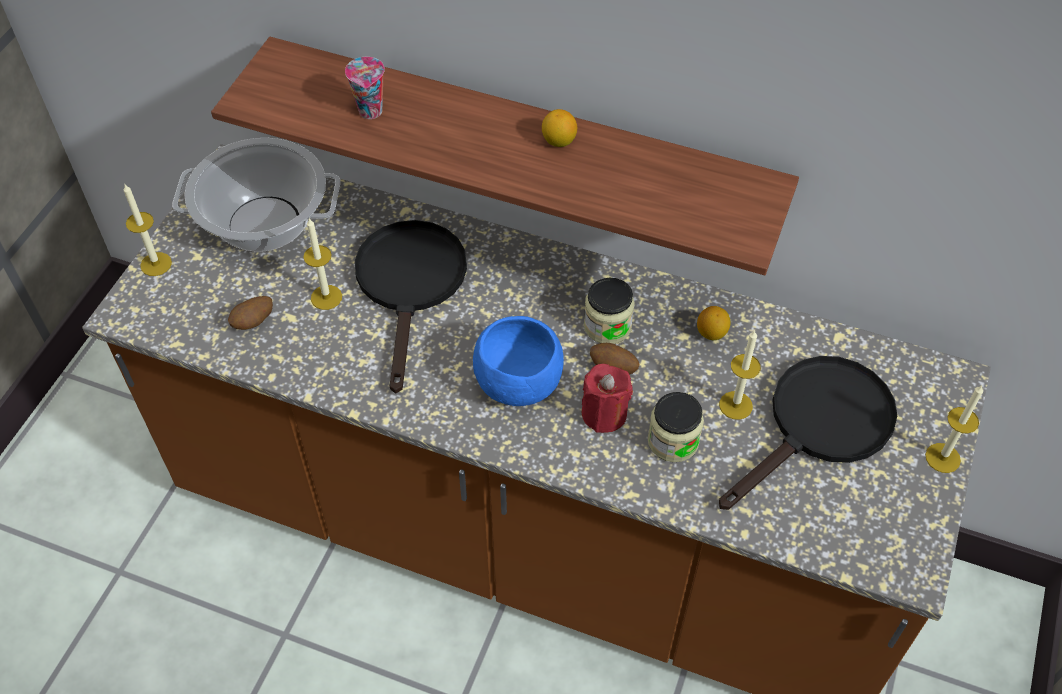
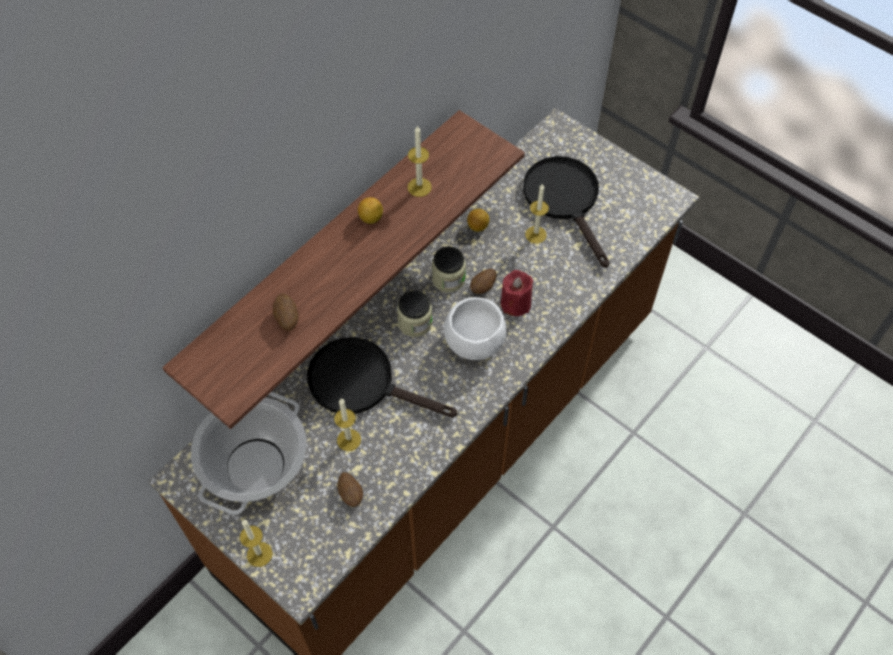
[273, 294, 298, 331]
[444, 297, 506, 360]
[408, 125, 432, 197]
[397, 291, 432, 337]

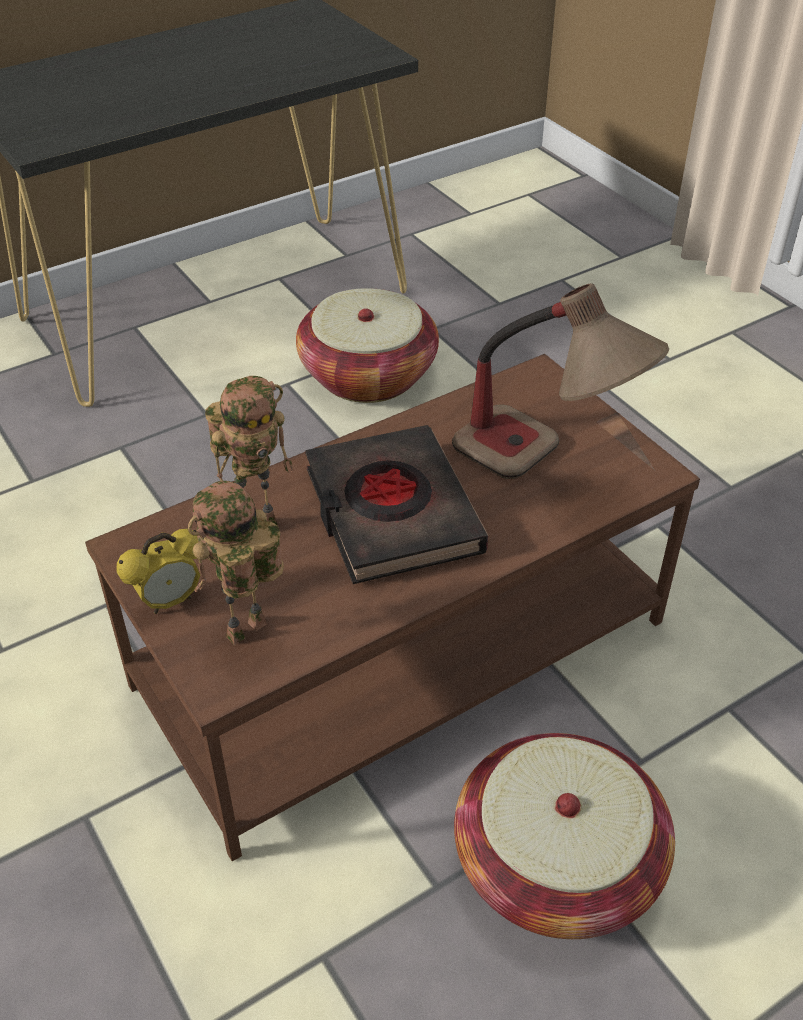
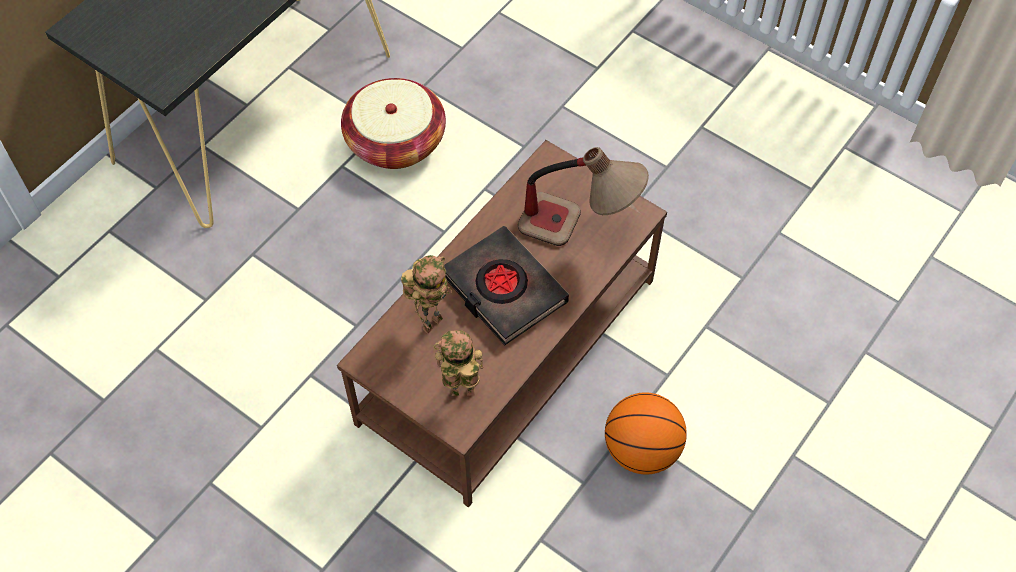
[433, 330, 483, 396]
[116, 529, 200, 614] (first image)
[605, 393, 687, 474]

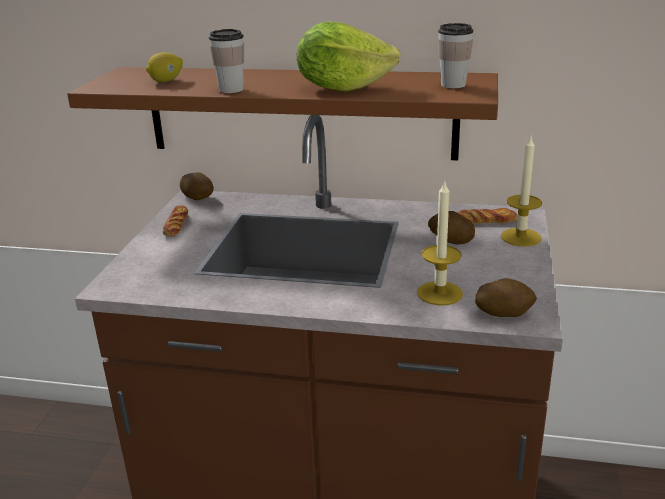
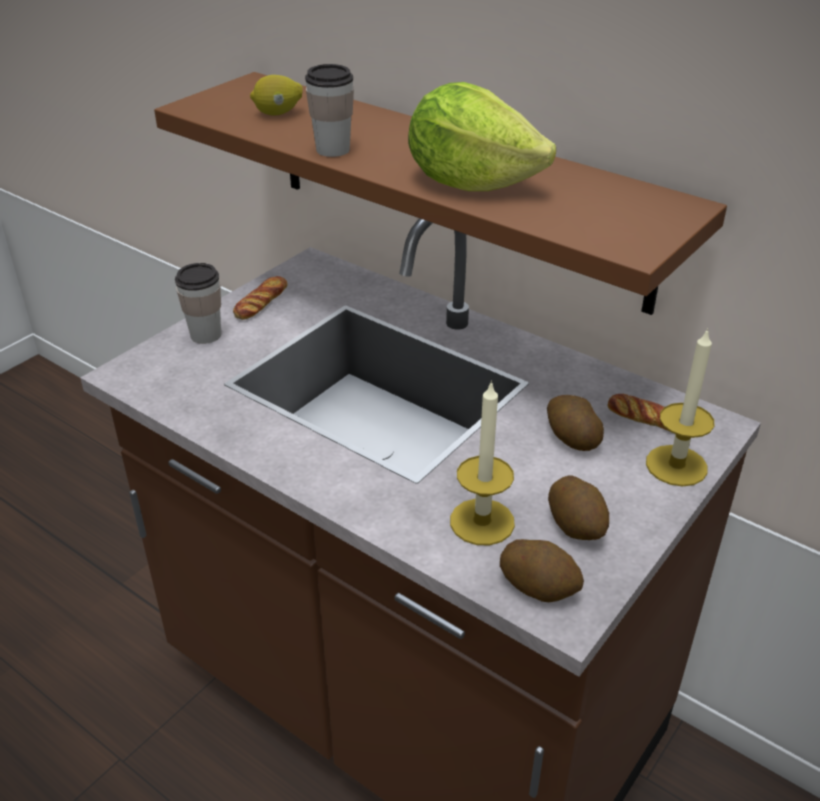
[175, 263, 221, 344]
[548, 476, 609, 540]

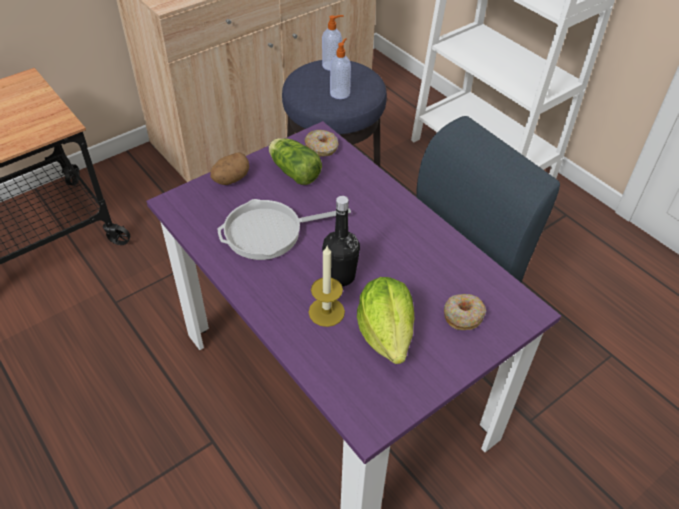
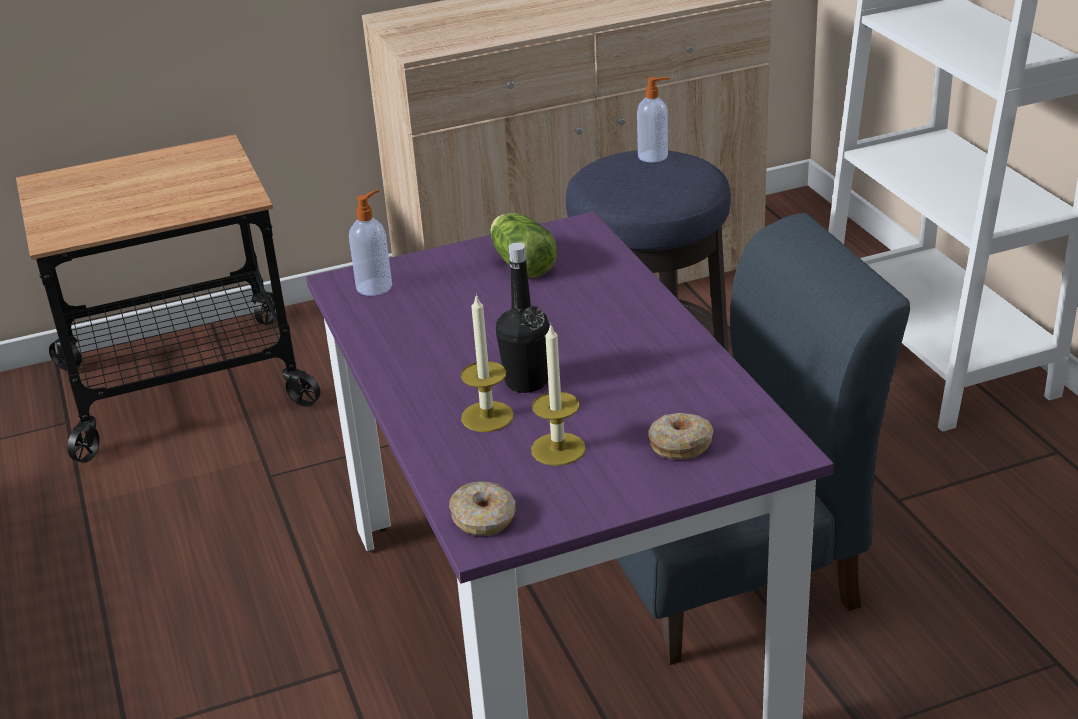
[349, 190, 392, 296]
[449, 481, 516, 536]
[210, 152, 249, 185] (first image)
[217, 199, 351, 260] (first image)
[531, 323, 586, 466]

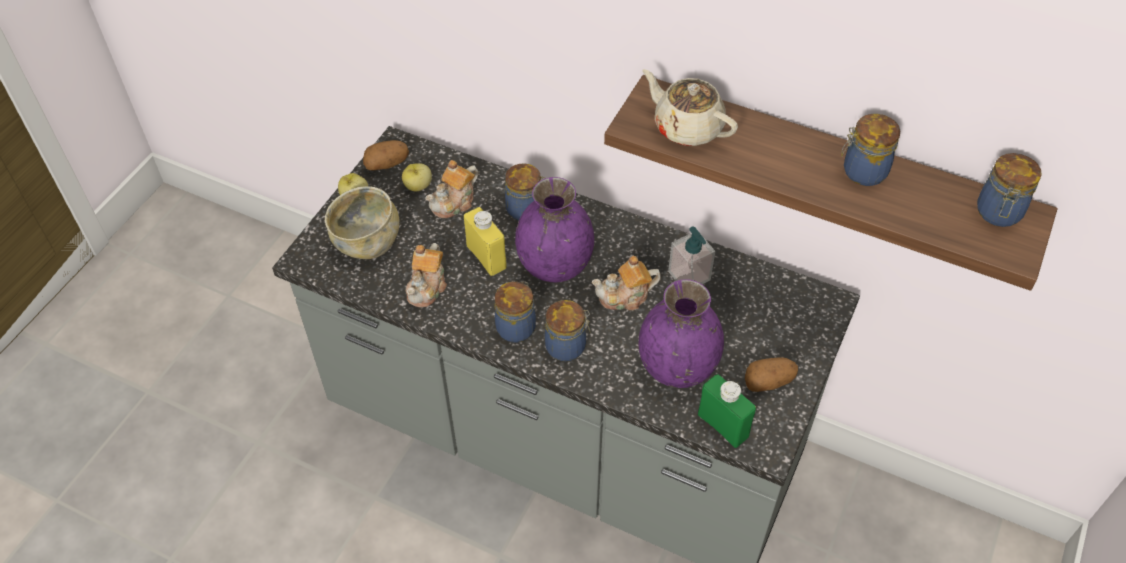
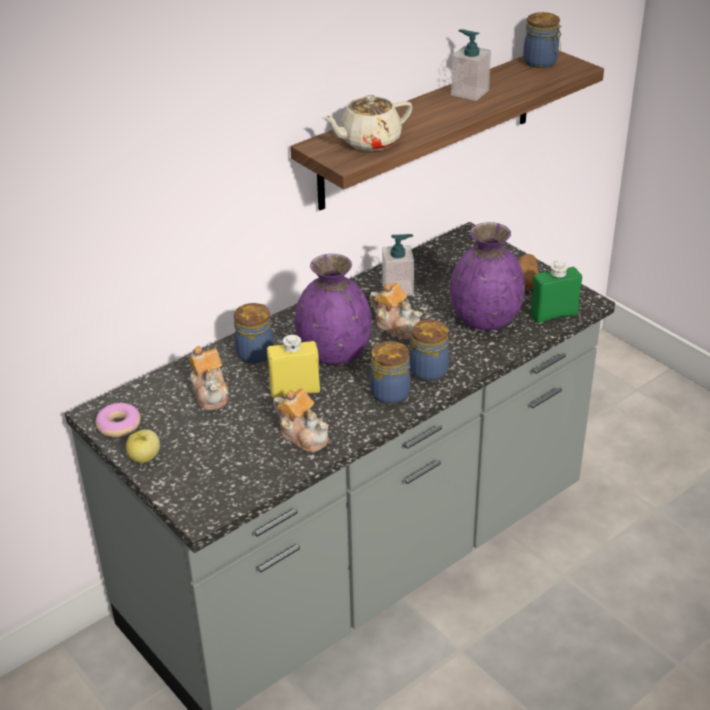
[451, 29, 491, 101]
[96, 403, 141, 437]
[402, 163, 432, 191] (first image)
[325, 186, 399, 259] (first image)
[369, 283, 422, 339]

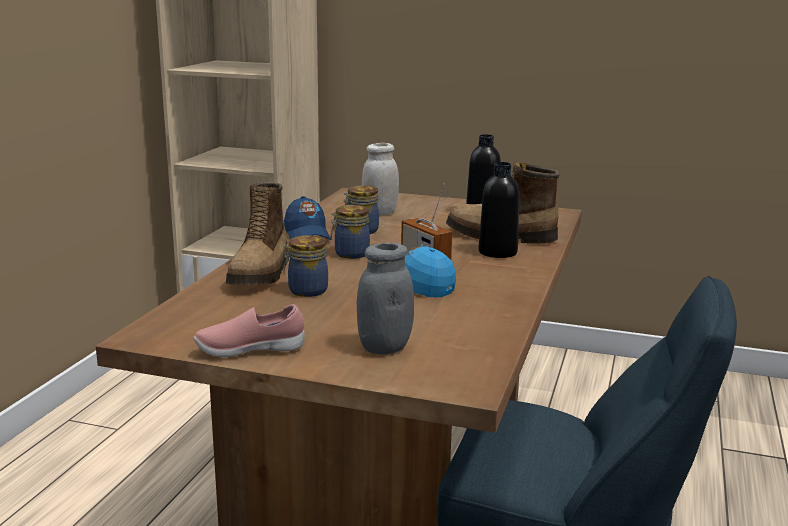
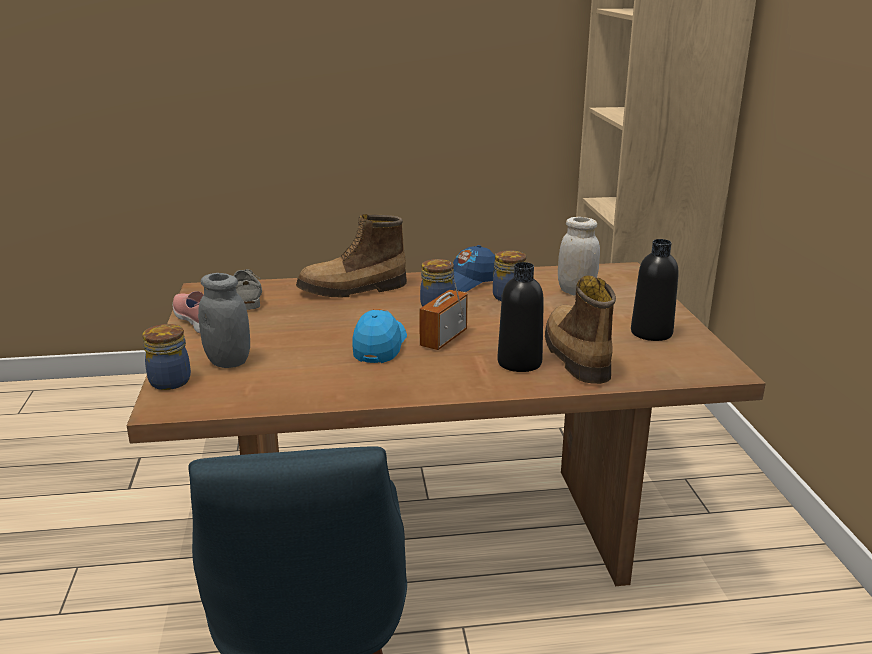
[142, 324, 191, 390]
[233, 269, 262, 310]

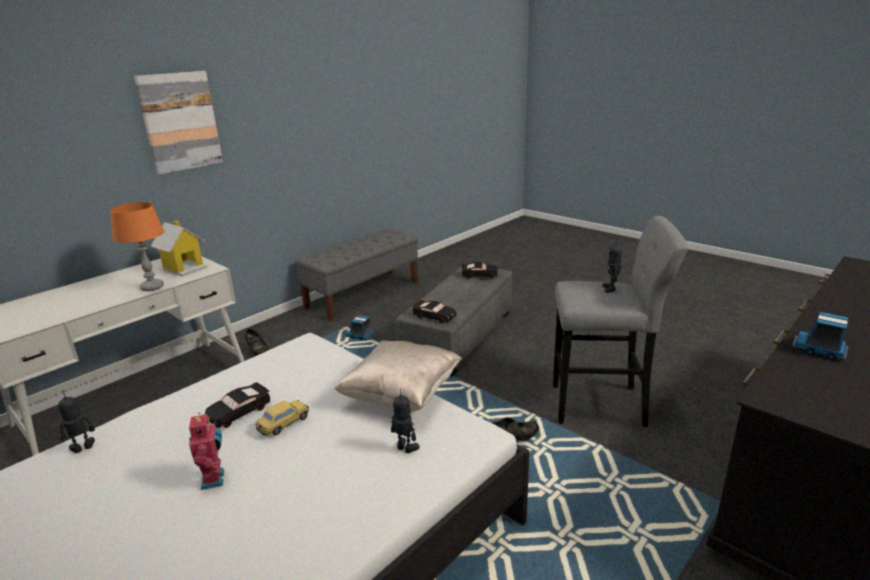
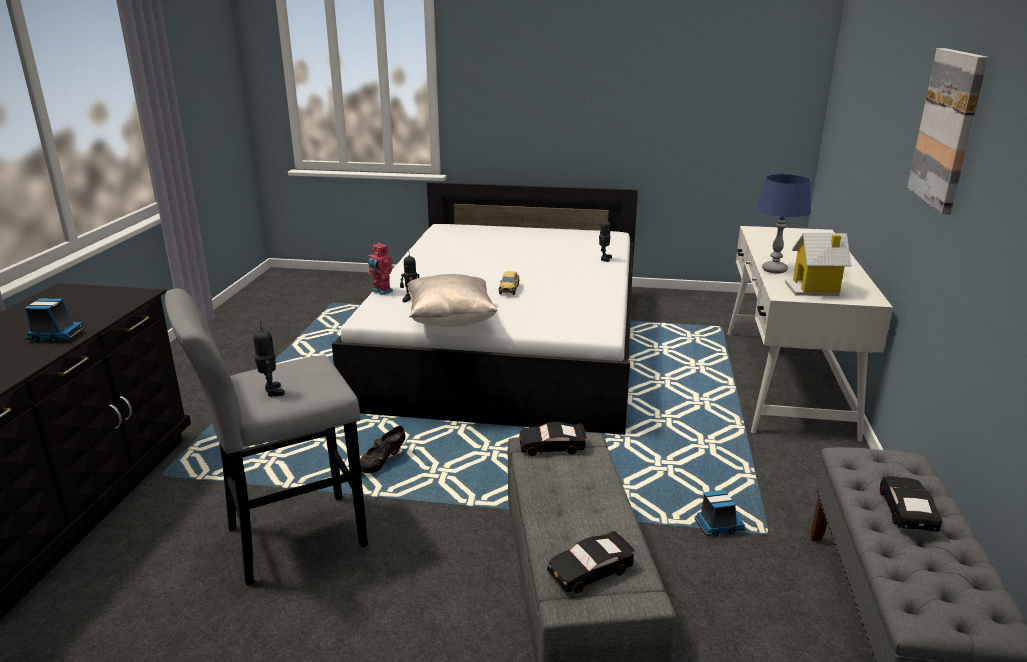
[756, 174, 811, 274]
[245, 328, 270, 356] (first image)
[880, 476, 943, 532]
[368, 242, 393, 295]

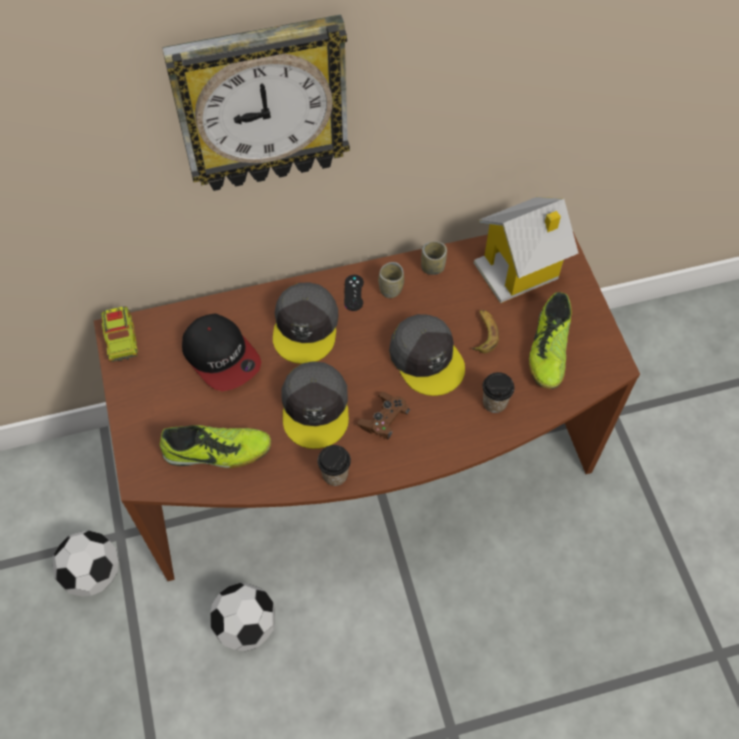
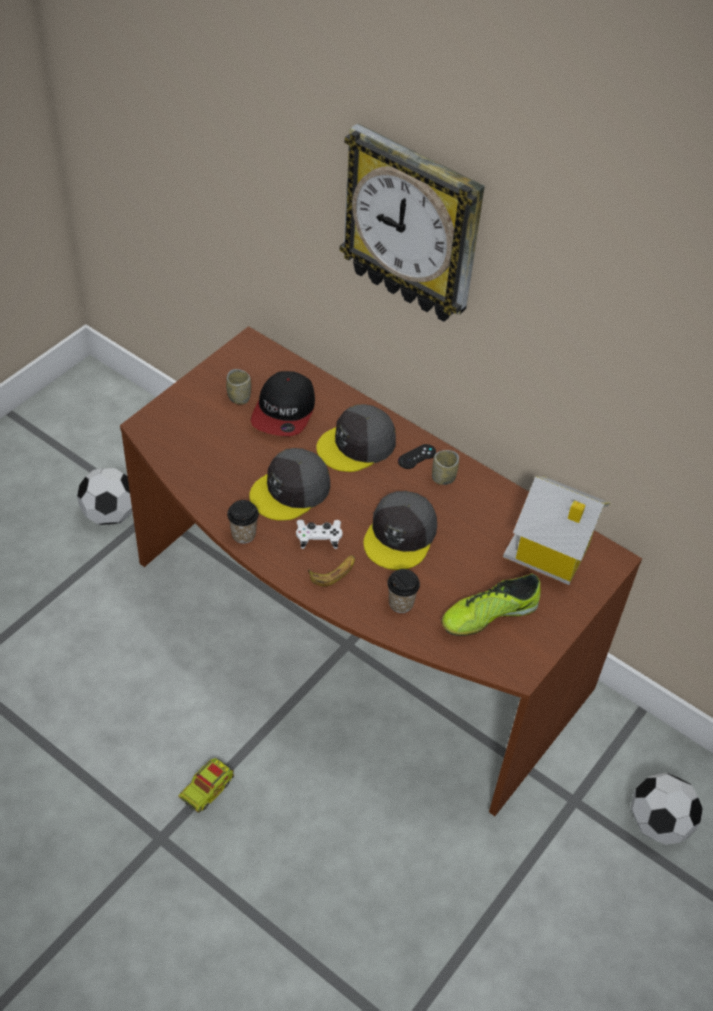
[226, 369, 251, 405]
[178, 758, 234, 813]
[308, 555, 355, 586]
[296, 520, 343, 549]
[160, 425, 271, 468] (first image)
[631, 773, 703, 845]

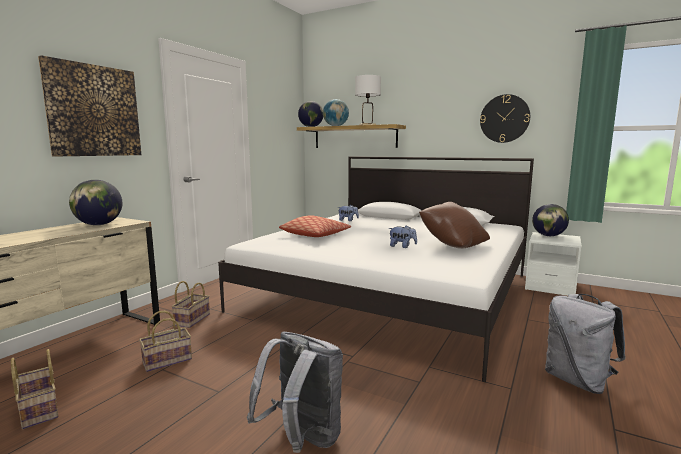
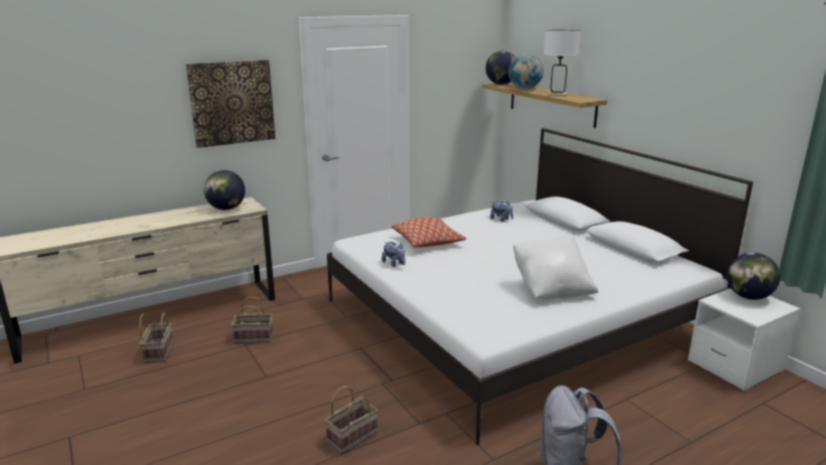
[480, 94, 530, 143] (first image)
[513, 234, 598, 299]
[382, 242, 405, 267]
[325, 386, 378, 454]
[247, 331, 343, 453] (first image)

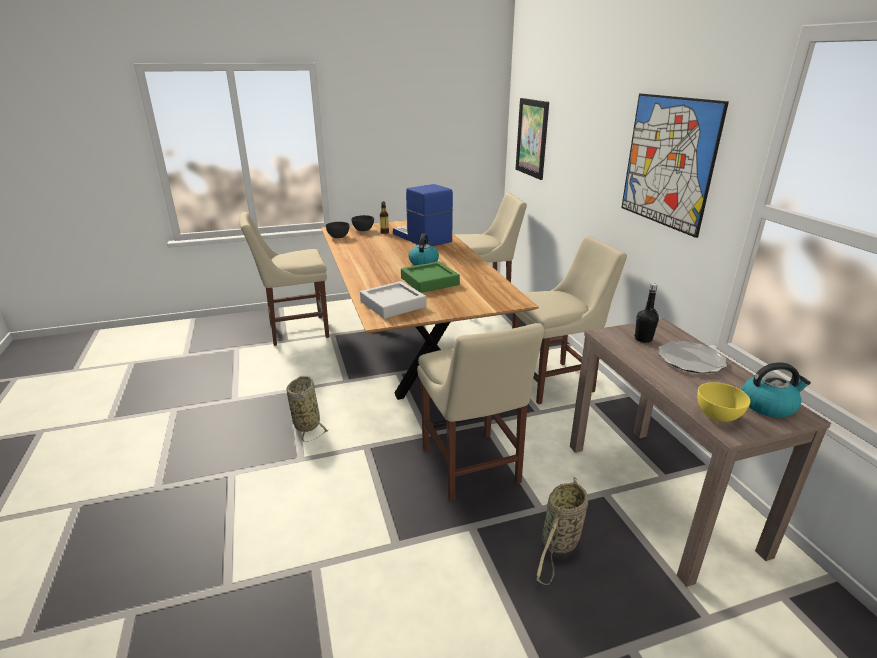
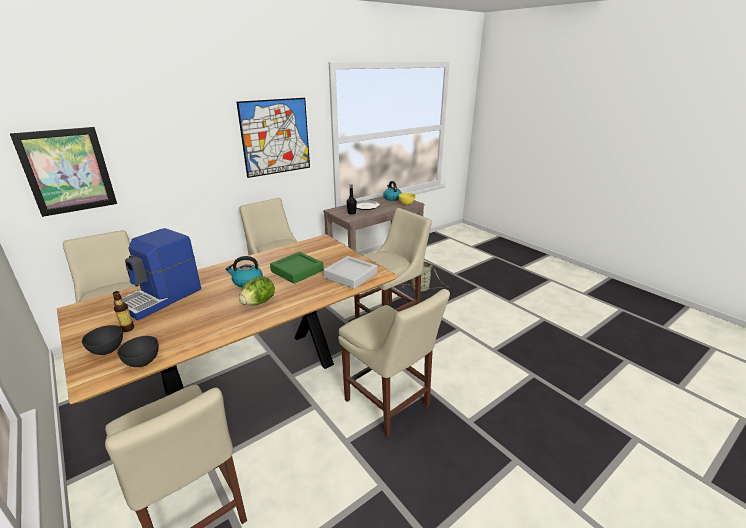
[338, 289, 450, 438]
[239, 276, 275, 306]

